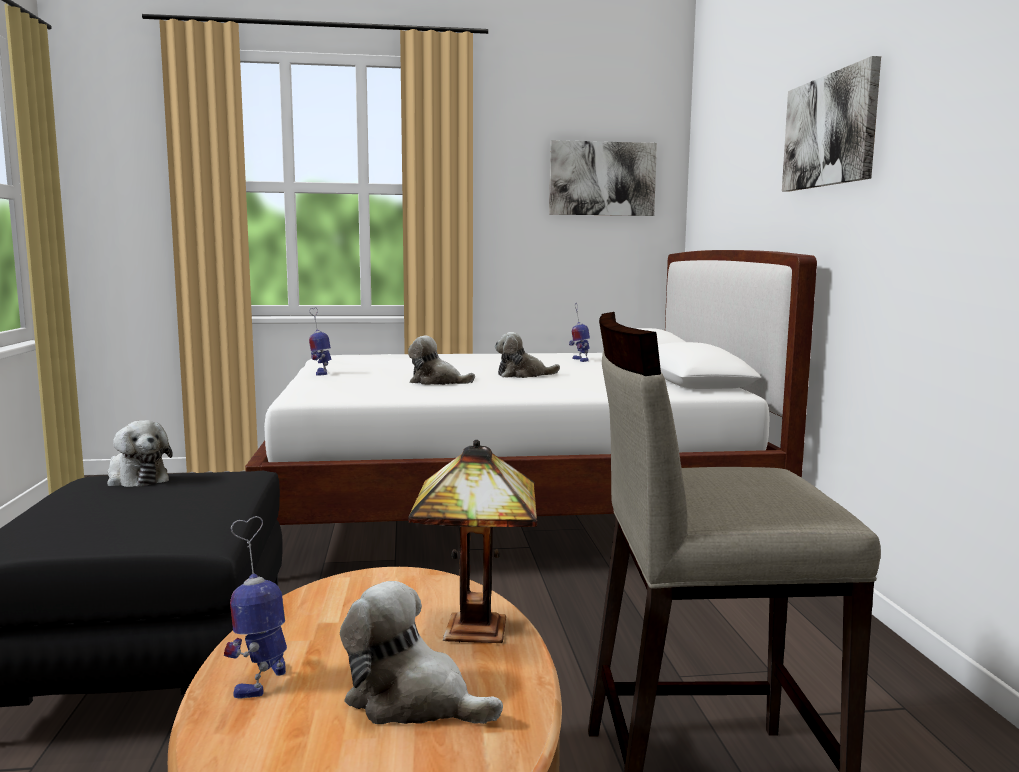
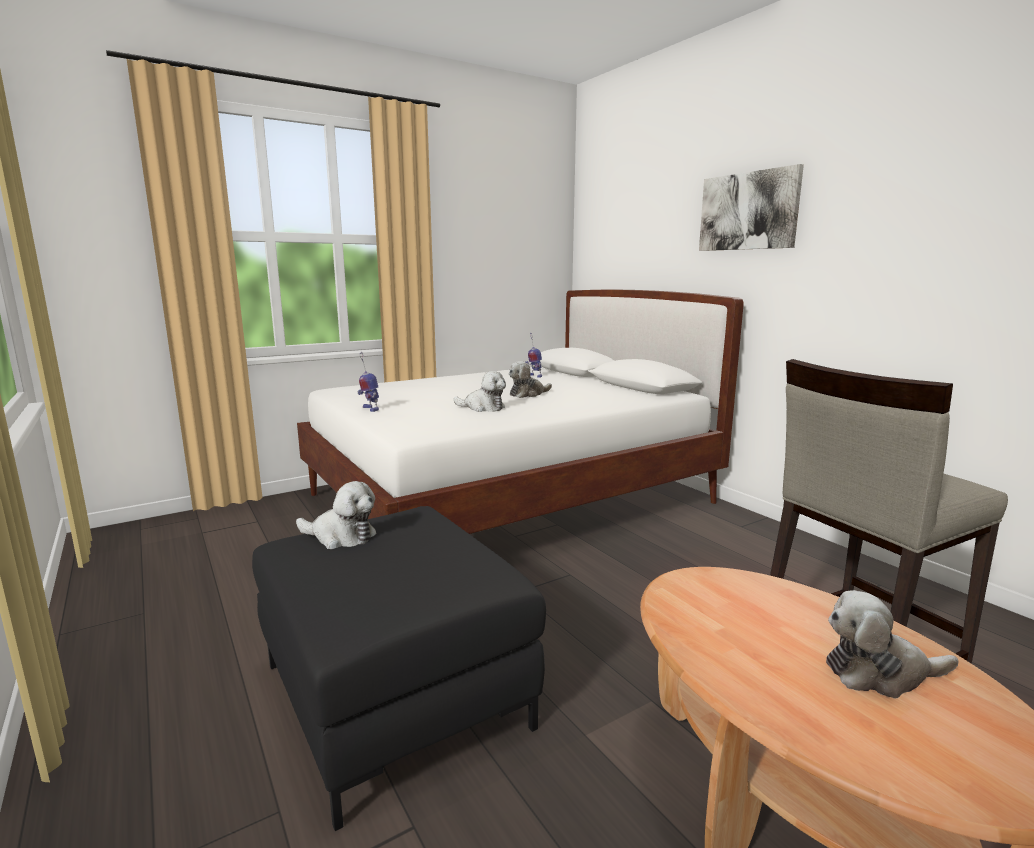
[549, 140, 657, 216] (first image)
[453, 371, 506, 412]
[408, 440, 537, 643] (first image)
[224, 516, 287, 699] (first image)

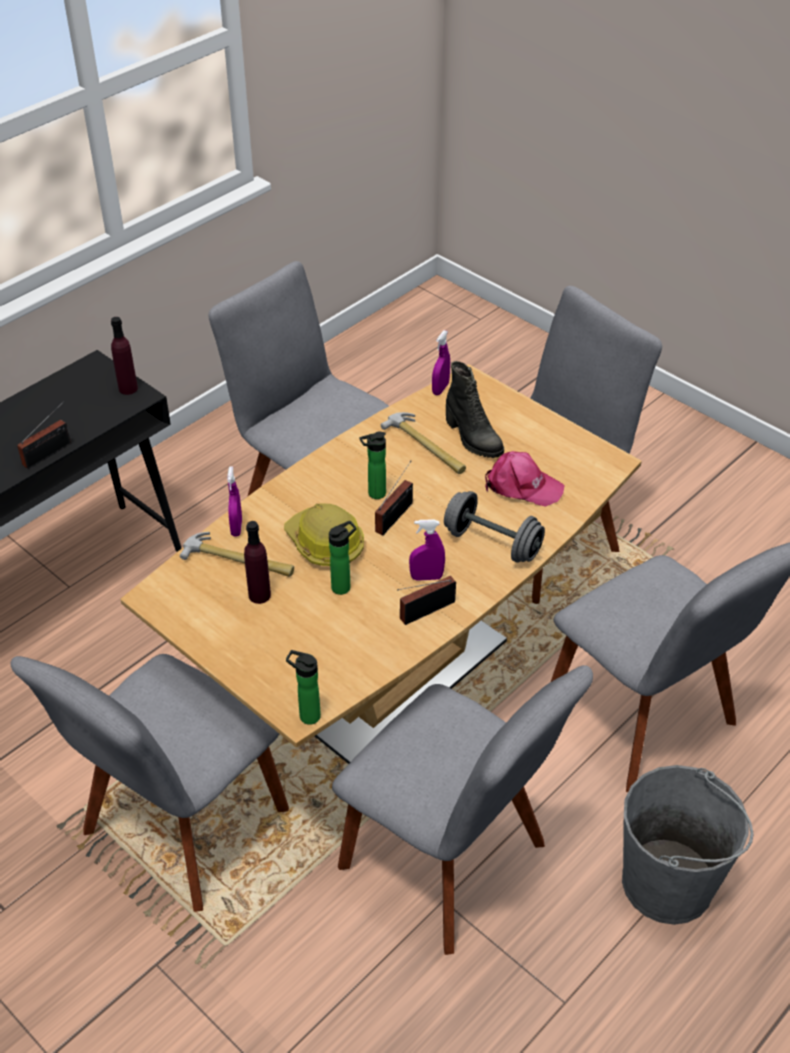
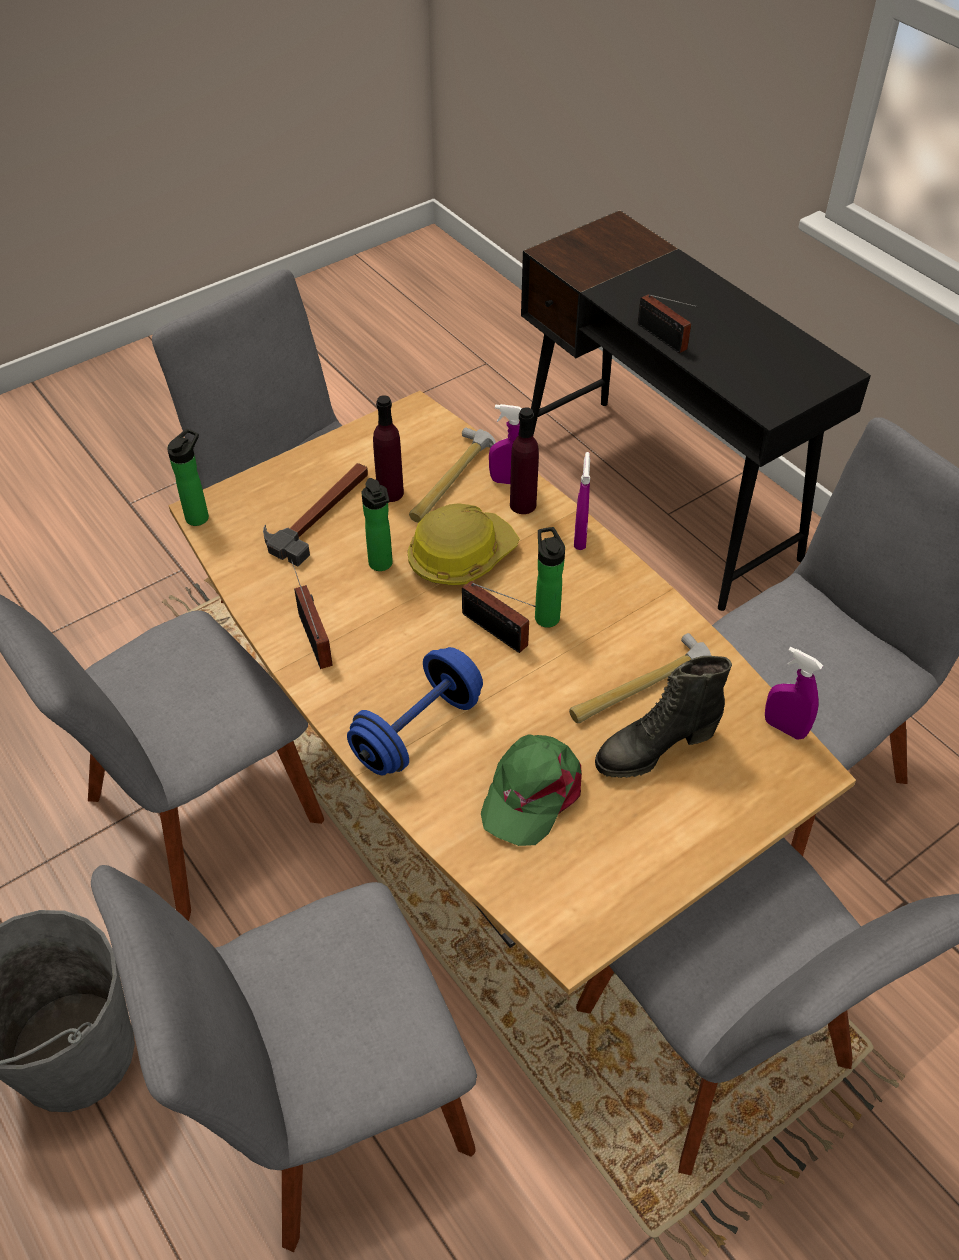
[510, 407, 539, 514]
[481, 734, 582, 846]
[347, 647, 483, 775]
[574, 452, 590, 550]
[263, 463, 368, 567]

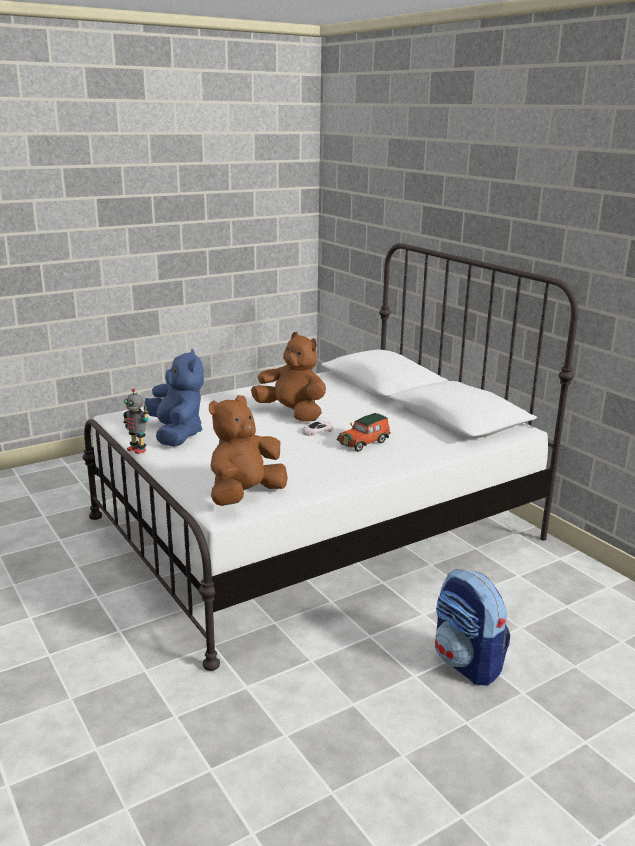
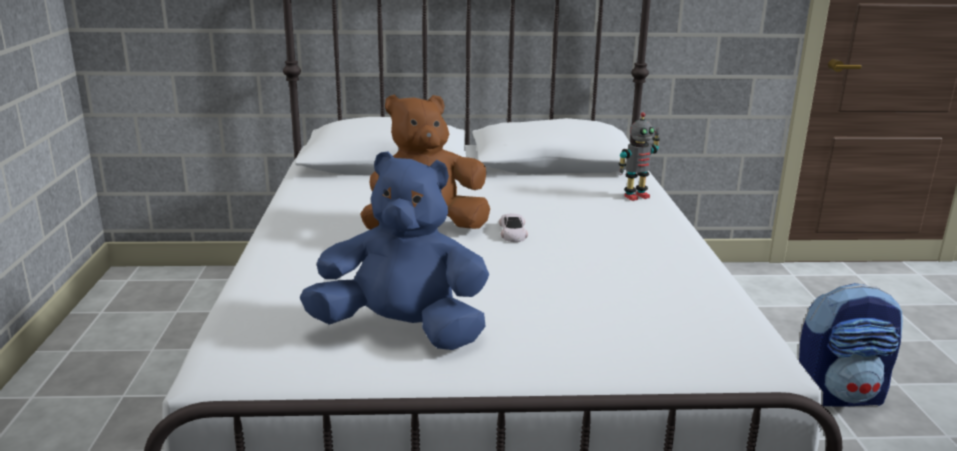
[619, 112, 660, 201]
[209, 395, 288, 506] (first image)
[337, 413, 390, 452] (first image)

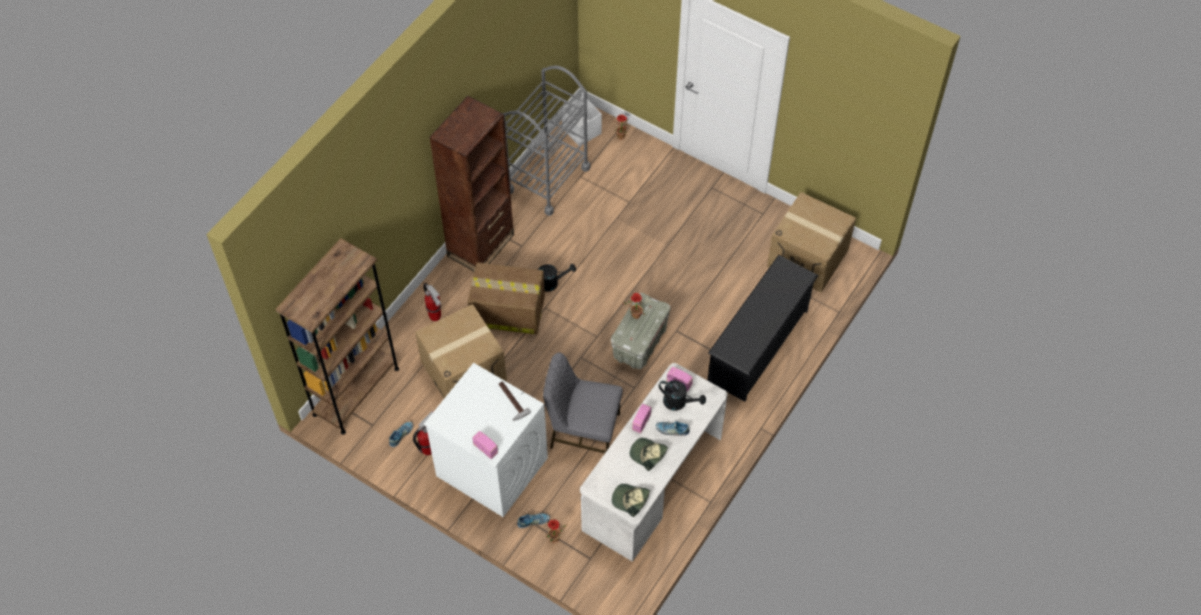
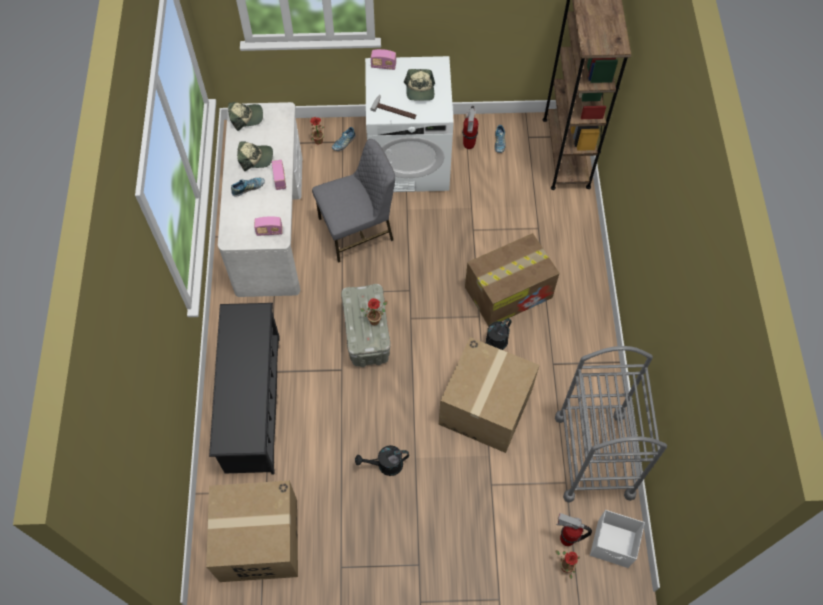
[429, 96, 514, 271] (first image)
[556, 513, 592, 546]
[439, 337, 540, 453]
[355, 445, 409, 476]
[404, 69, 435, 101]

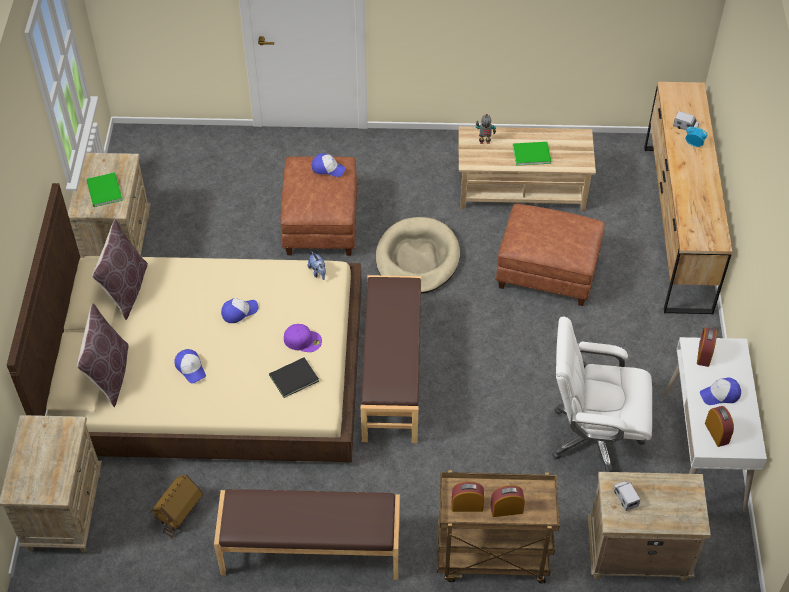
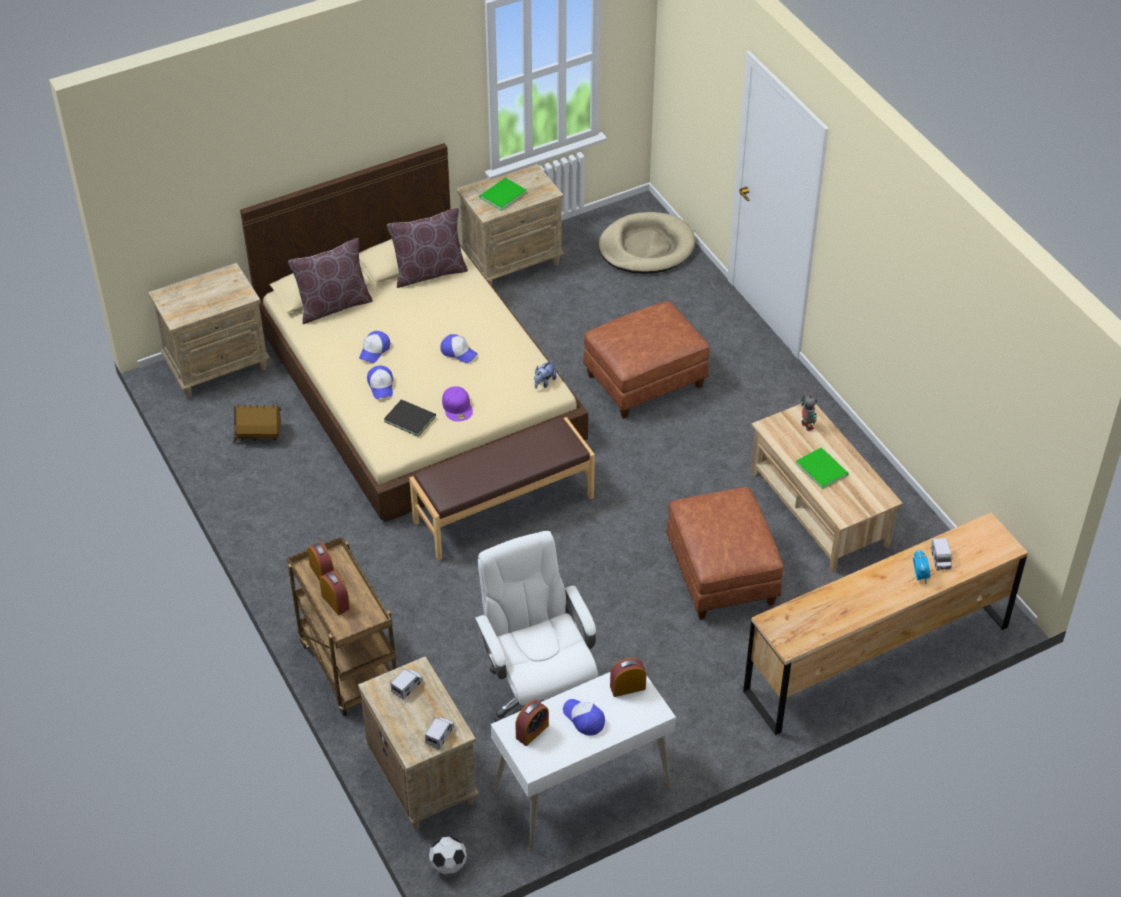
[367, 366, 393, 399]
[599, 212, 695, 274]
[214, 489, 400, 580] (first image)
[425, 717, 454, 749]
[429, 836, 467, 874]

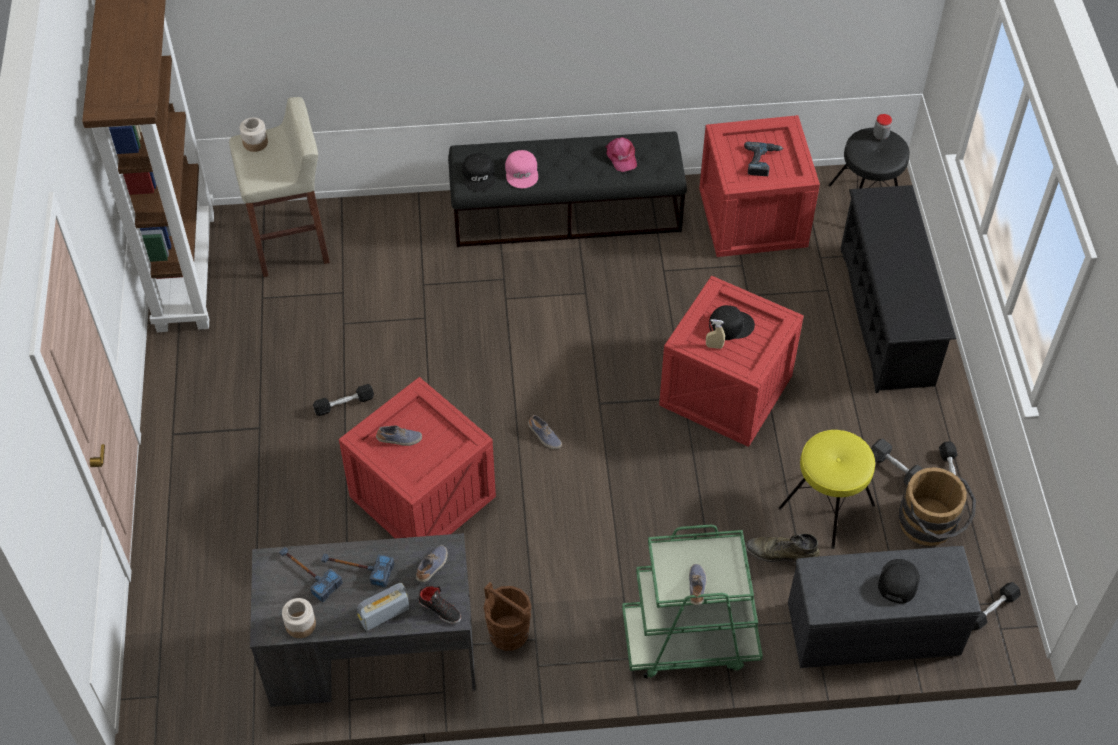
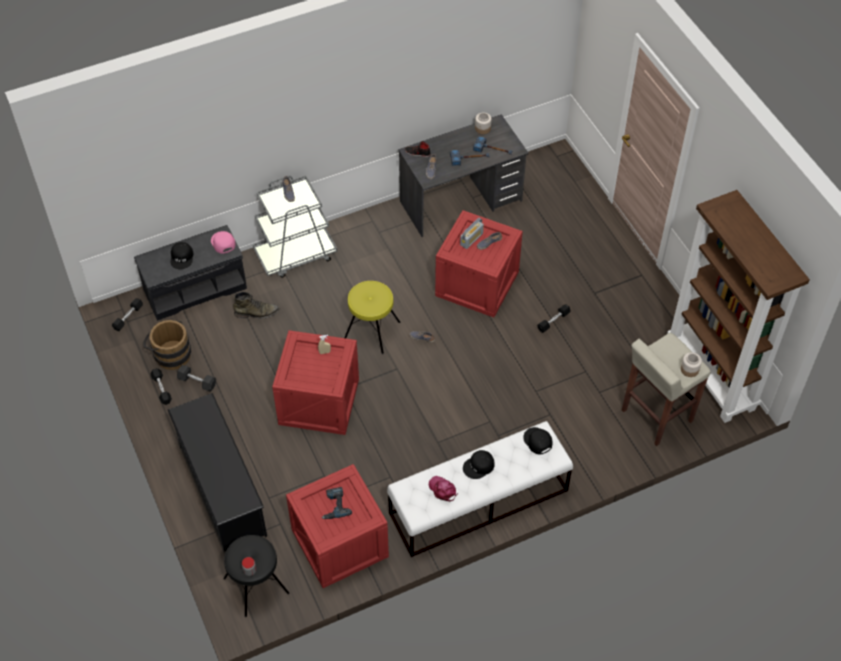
[387, 421, 573, 557]
[211, 231, 236, 254]
[463, 450, 495, 479]
[345, 281, 400, 354]
[253, 175, 337, 278]
[484, 582, 531, 651] (first image)
[460, 218, 484, 249]

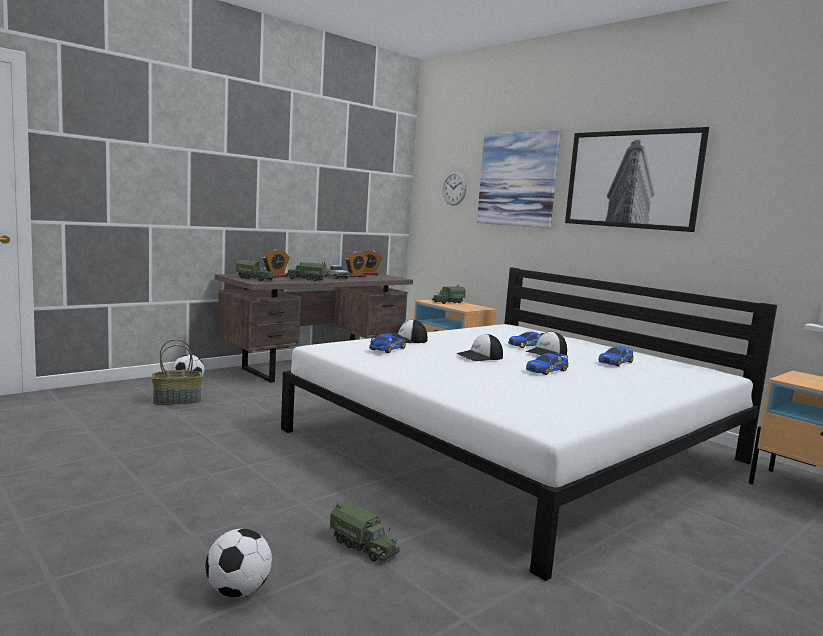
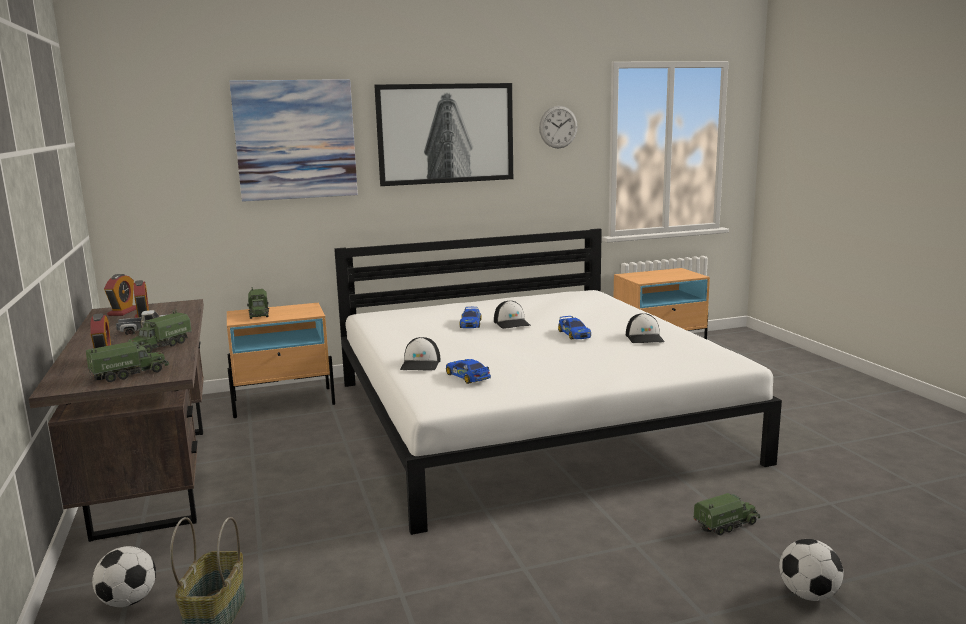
[539, 106, 578, 149]
[626, 313, 665, 343]
[598, 346, 633, 366] (first image)

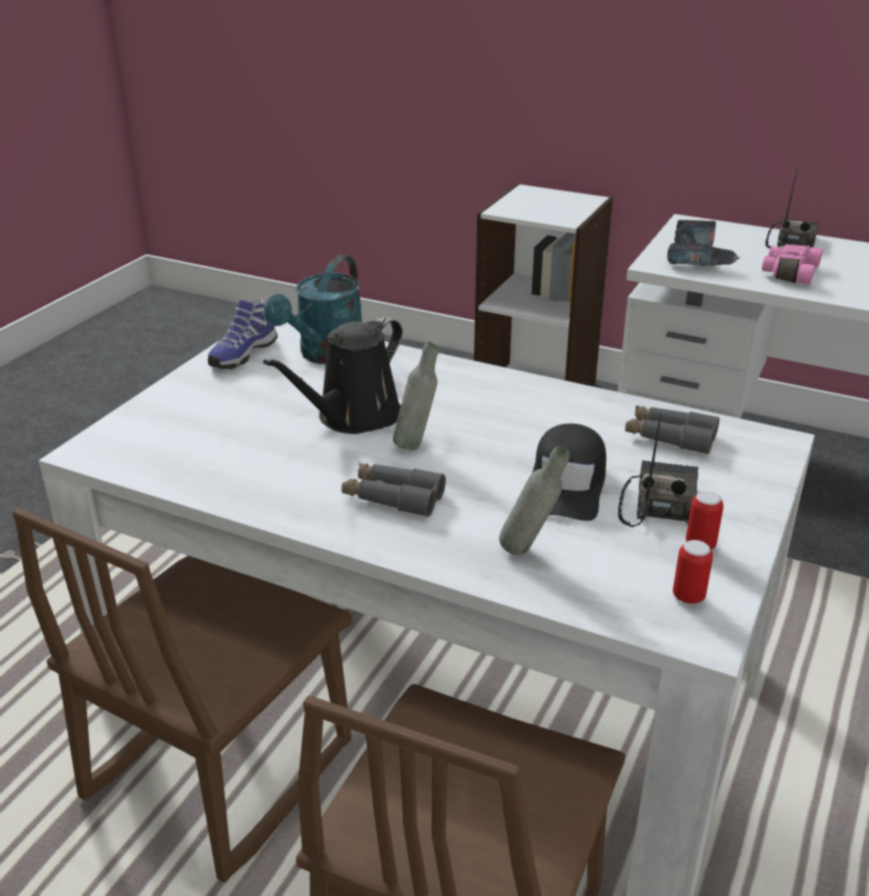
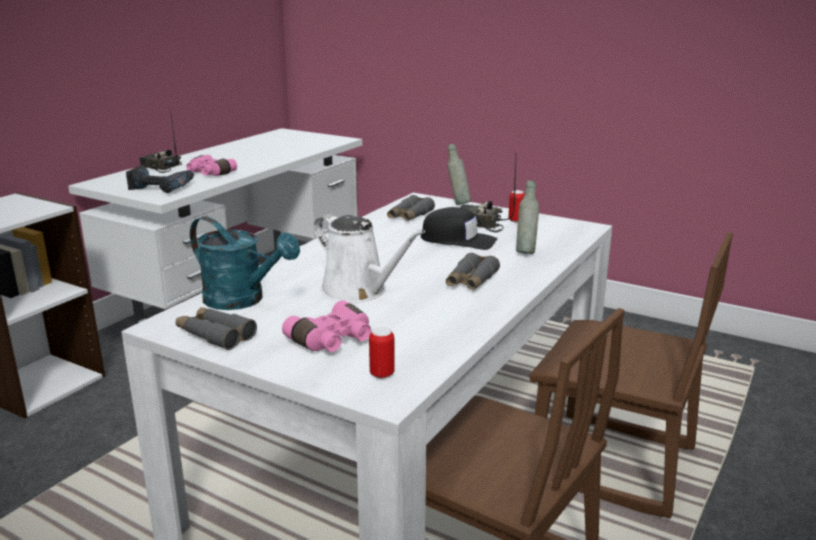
[175, 307, 257, 350]
[314, 214, 425, 303]
[447, 144, 471, 205]
[369, 327, 395, 379]
[282, 300, 371, 352]

